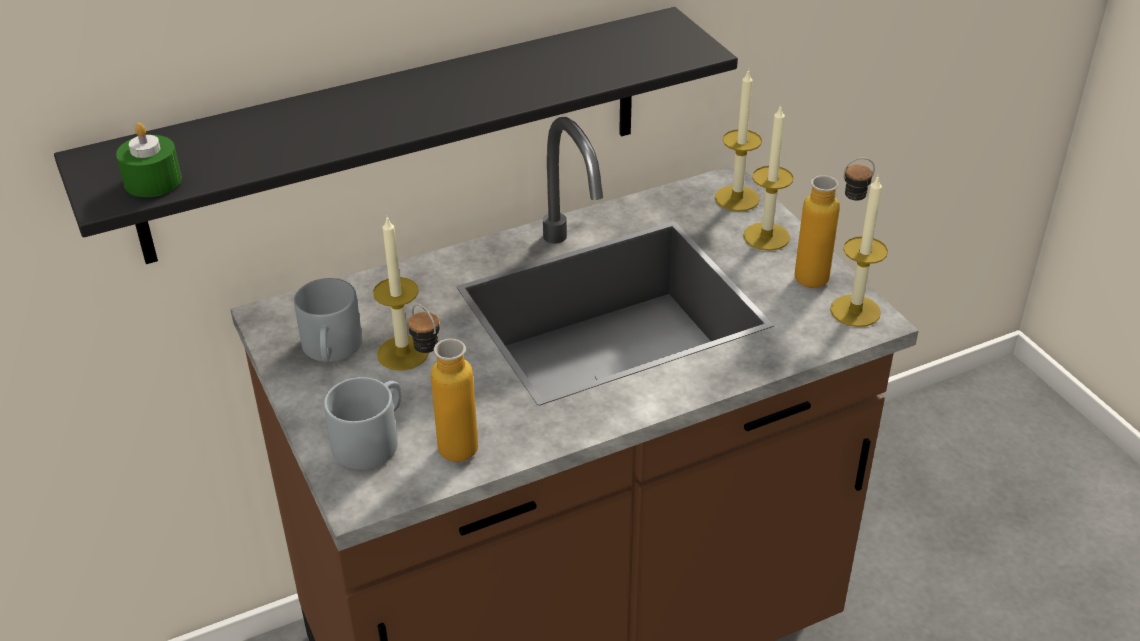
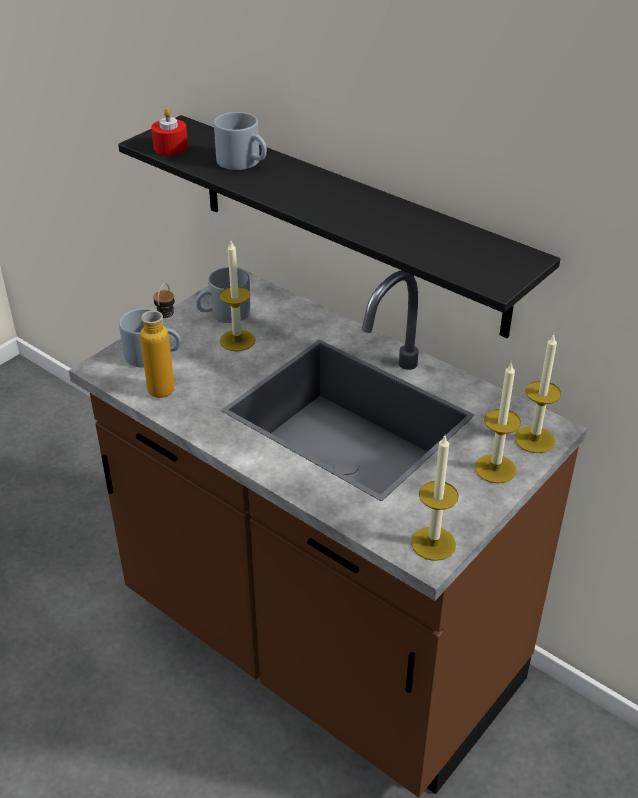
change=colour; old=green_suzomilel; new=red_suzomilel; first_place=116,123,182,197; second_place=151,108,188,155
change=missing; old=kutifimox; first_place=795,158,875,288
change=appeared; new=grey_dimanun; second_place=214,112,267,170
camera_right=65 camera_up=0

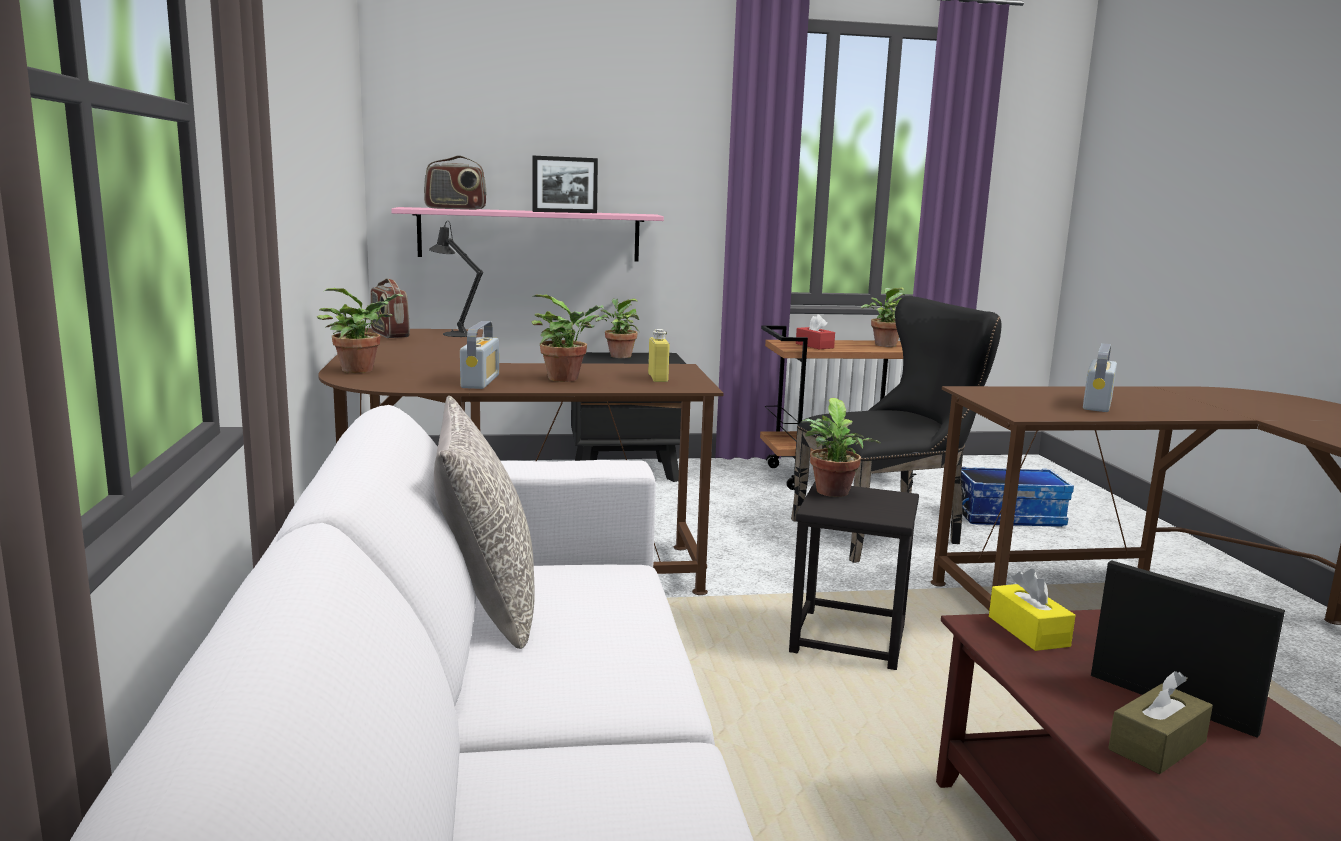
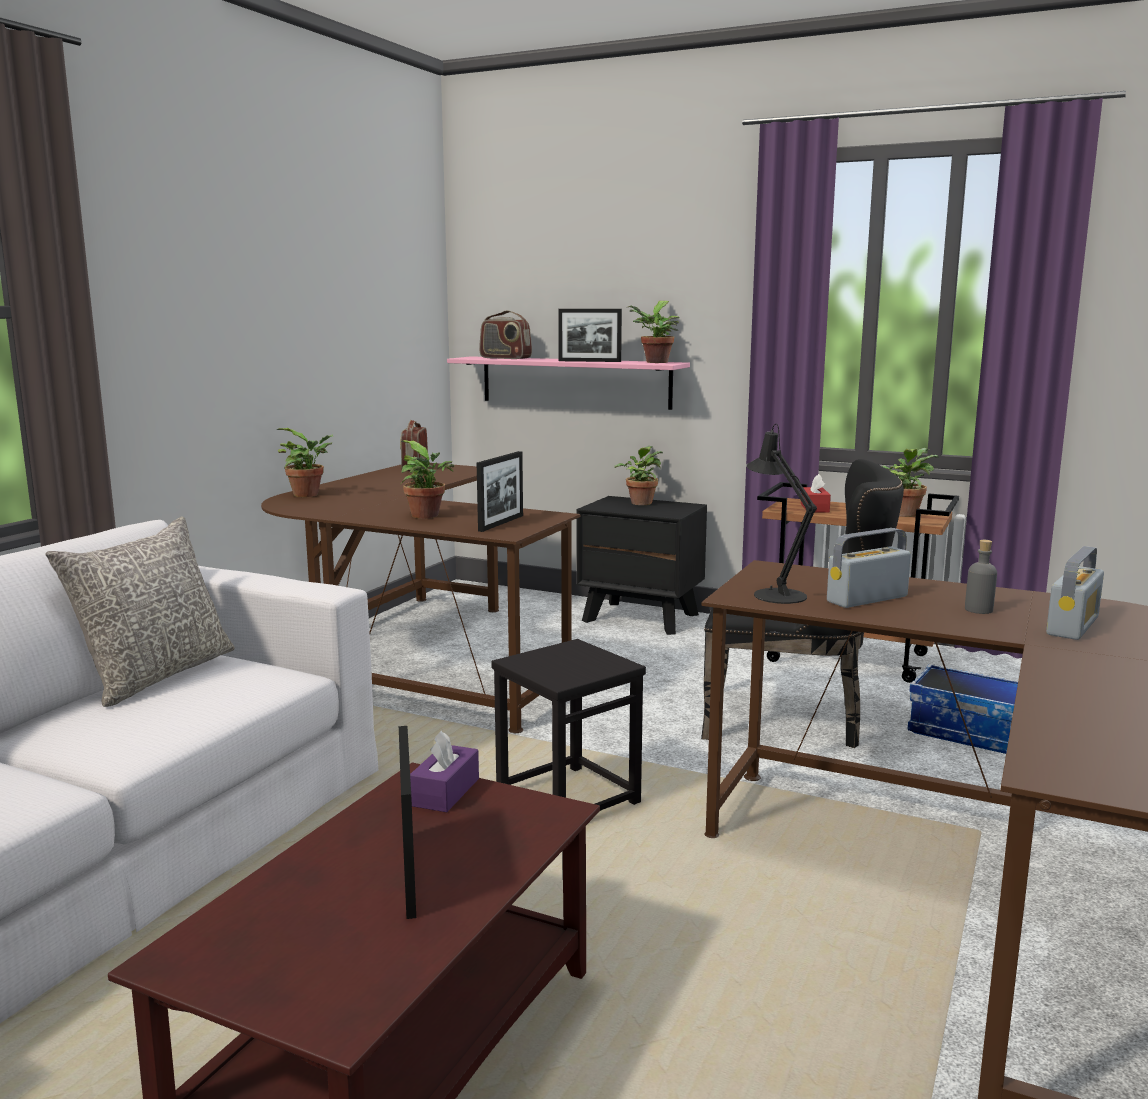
change=relocated; old=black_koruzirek; first_place=429,221,483,337; second_place=746,424,817,604
change=relocated; old=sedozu; first_place=460,321,499,389; second_place=1046,546,1104,640
change=exchanged; old=yellow_kutifimox; new=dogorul; first_place=648,329,669,382; second_place=477,451,523,532
change=relocated; old=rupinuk; first_place=801,398,881,497; second_place=628,301,680,363
change=colour; old=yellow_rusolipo; new=purple_rusolipo; first_place=989,569,1076,651; second_place=410,731,479,812
change=missing; old=brown_rusolipo; first_place=1108,671,1213,774
change=appeared; new=grey_kutifimox; second_place=965,540,997,614
camera_right=35 camera_up=0

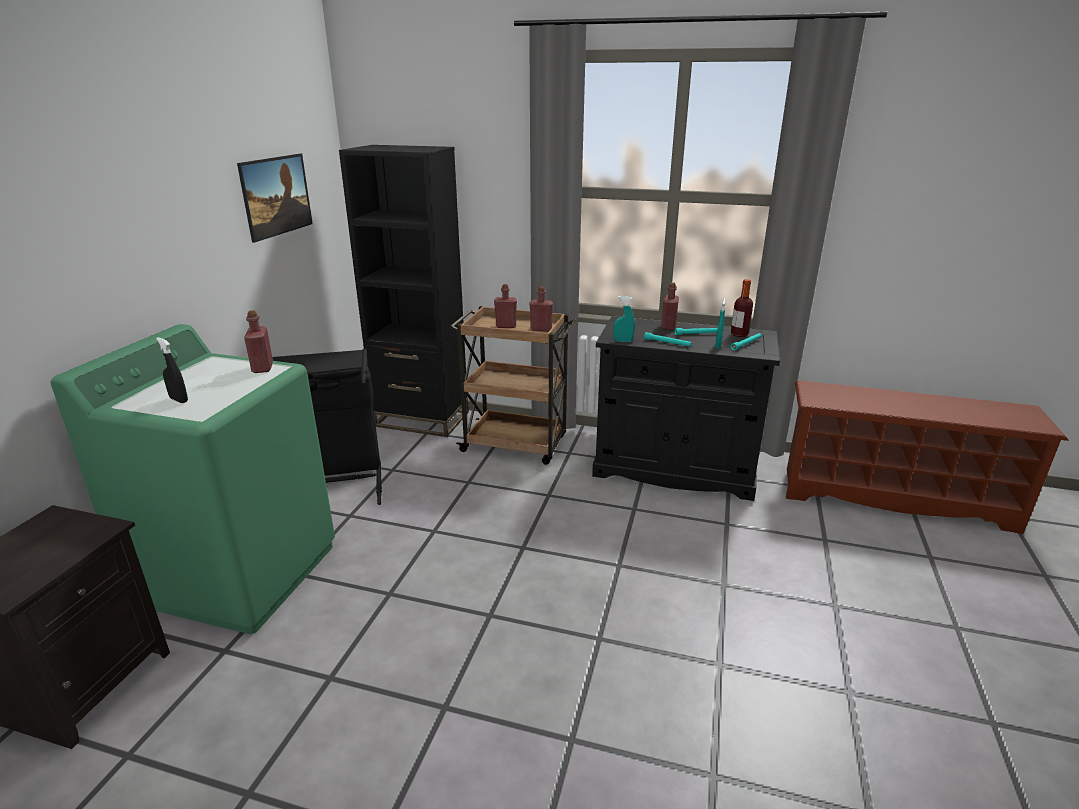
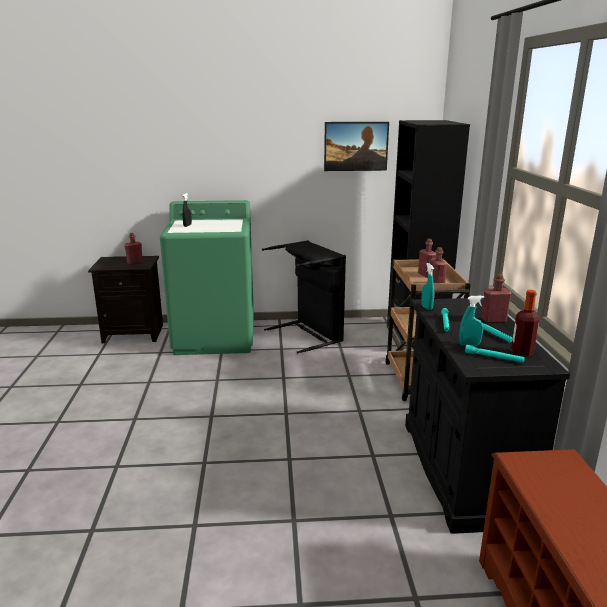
change=relocated; old=red_kutifimox; first_place=244,310,273,373; second_place=124,233,143,265
camera_right=70 camera_up=-5

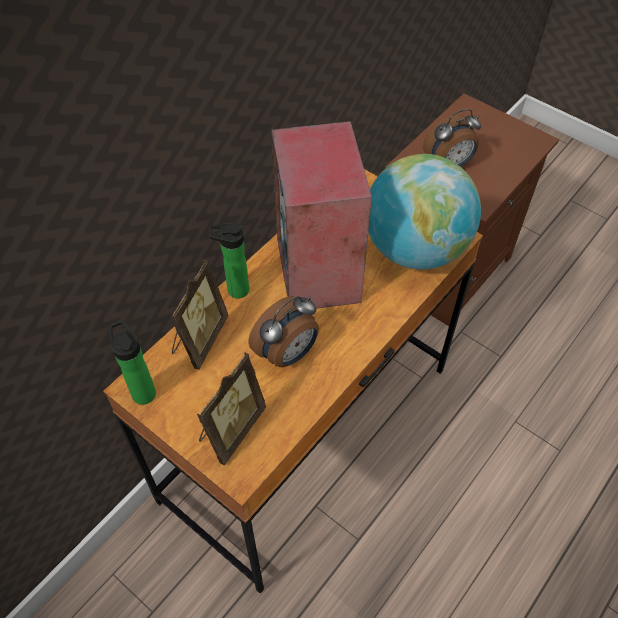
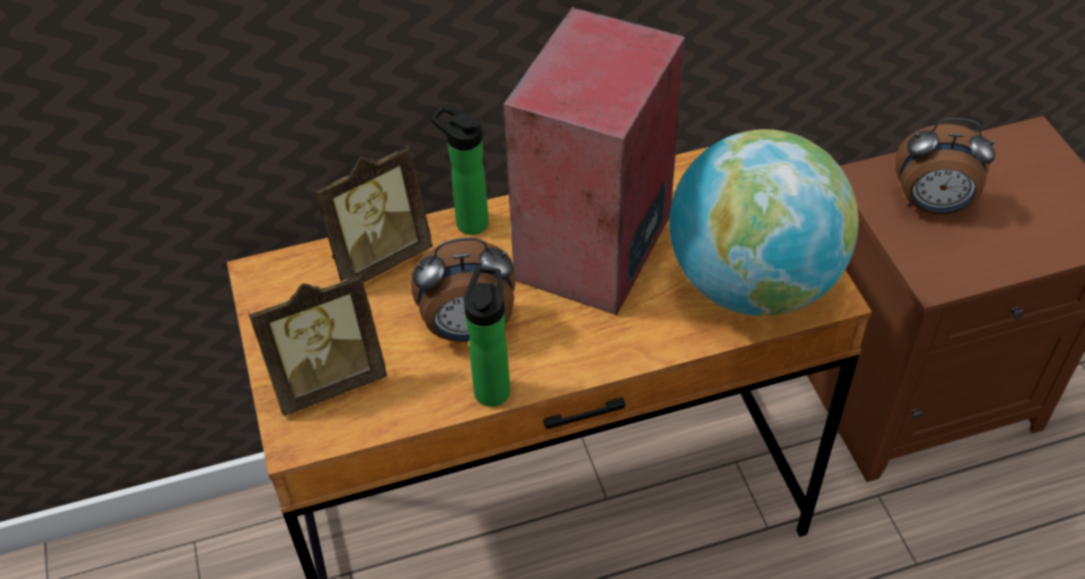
change=relocated; old=kutifimox; first_place=108,320,156,405; second_place=464,267,510,407
camera_right=35 camera_up=-5

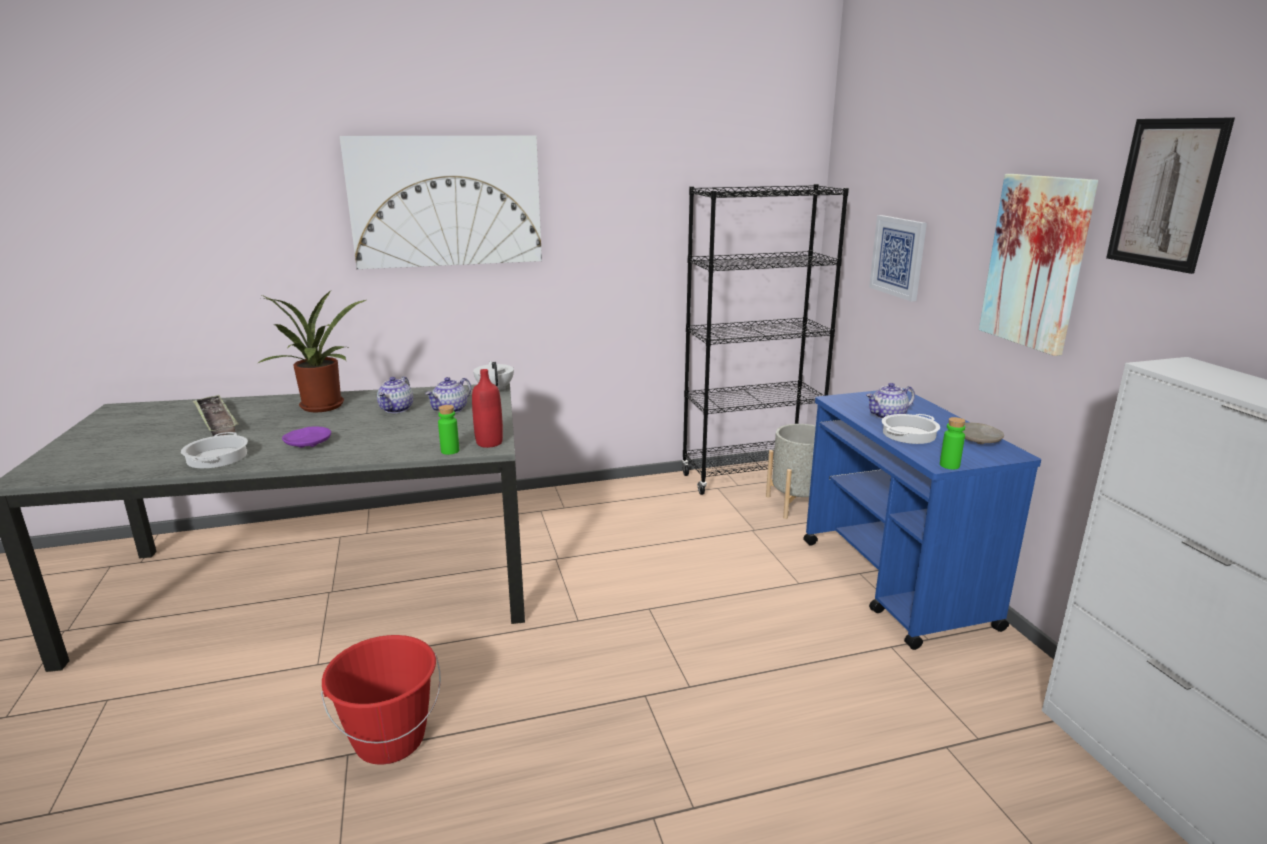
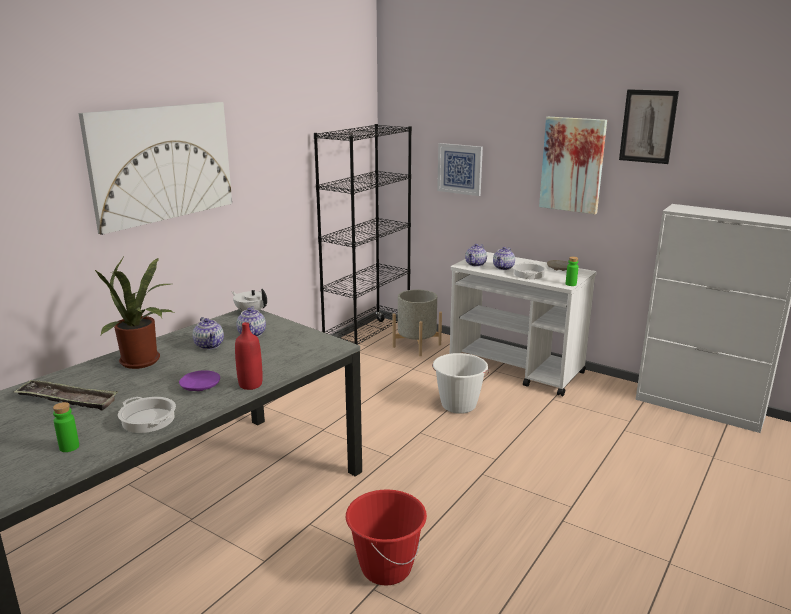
change=relocated; old=green_kutifimox; first_place=438,405,459,455; second_place=53,402,79,452
change=relocated; old=red_kutifimox; first_place=472,369,503,448; second_place=235,322,263,390
change=colour; old=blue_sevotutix; new=white_sevotutix; first_place=803,388,1041,650; second_place=450,252,597,397
change=appeared; new=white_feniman; second_place=432,353,489,414
change=appeared; new=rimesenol; second_place=465,244,487,266
camera_right=-40 camera_up=0

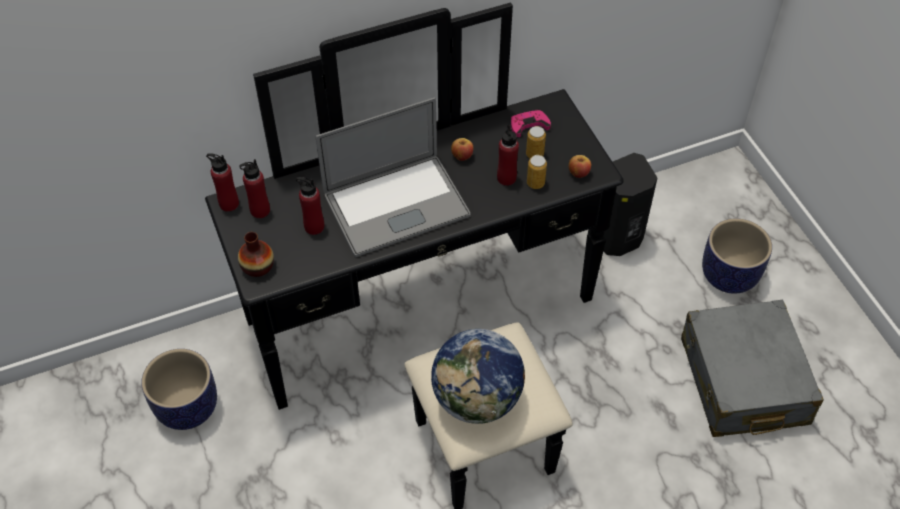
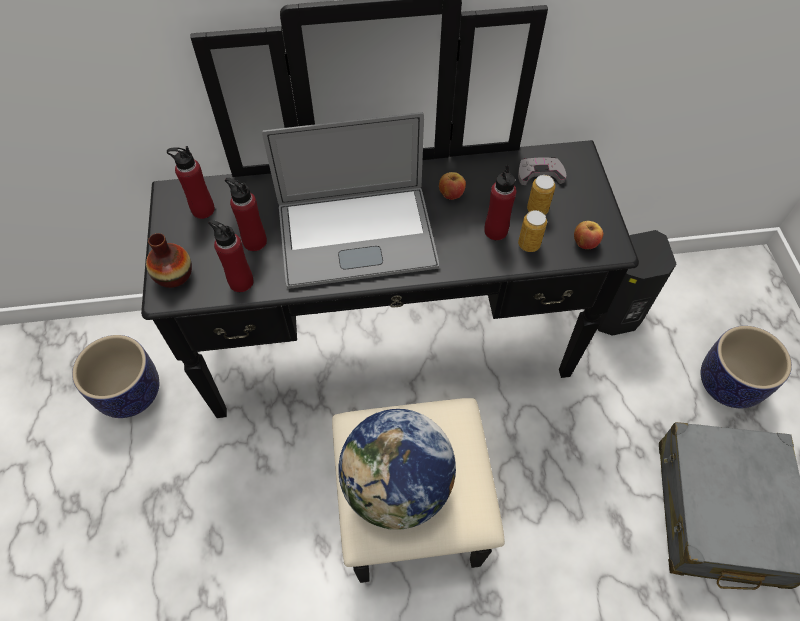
change=relocated; old=red_kutifimox; first_place=206,153,239,212; second_place=208,220,254,292
change=colour; old=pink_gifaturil; new=grey_gifaturil; first_place=511,109,551,137; second_place=518,157,566,185
camera_right=15 camera_up=5

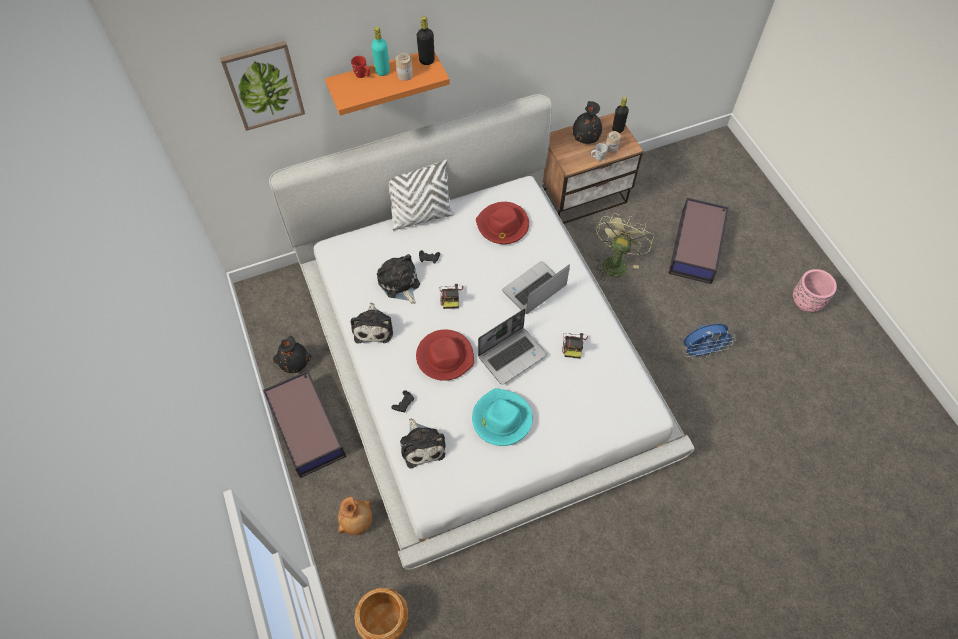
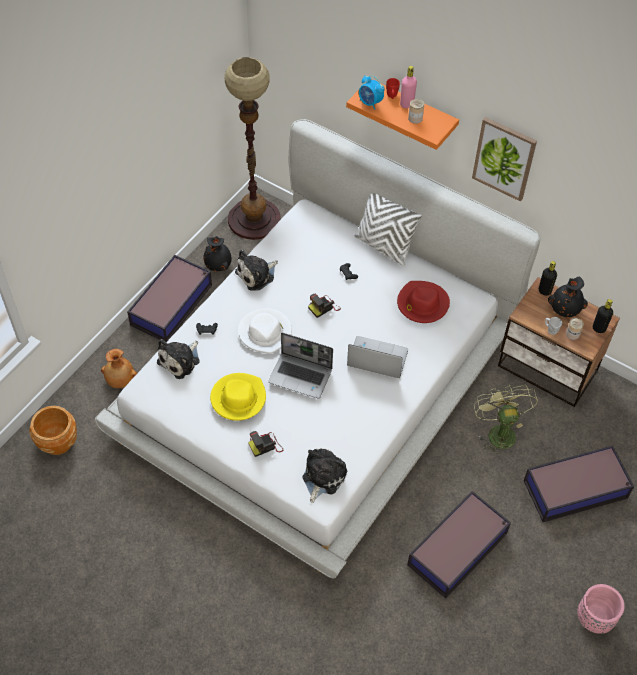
change=relocated; old=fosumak; first_place=220,41,305,131; second_place=472,117,537,202
change=colour; old=turquoise_kutifimox; new=pink_kutifimox; first_place=371,27,390,76; second_place=400,66,417,108
change=relocated; old=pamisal; first_place=377,254,420,304; second_place=302,448,347,503
change=relocated; old=black_kutifimox; first_place=416,16,435,65; second_place=539,261,557,296
change=colour; old=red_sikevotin; new=white_sikevotin; first_place=416,330,474,381; second_place=238,308,292,354
change=colour; old=turquoise_sikevotin; new=yellow_sikevotin; first_place=472,388,533,446; second_place=210,373,266,421
change=relocated; old=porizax; first_place=562,333,588,359; second_place=248,431,283,457
change=spun; old=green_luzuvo; first_place=595,213,654,281; second_place=474,385,538,457; degrees=-90
change=exchanged; old=blue_luzuvo; new=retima; first_place=683,324,736,360; second_place=407,491,511,598
change=appeared; new=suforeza; second_place=224,57,281,240
change=appeared; new=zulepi; second_place=359,75,385,110
camera_right=55 camera_up=-5

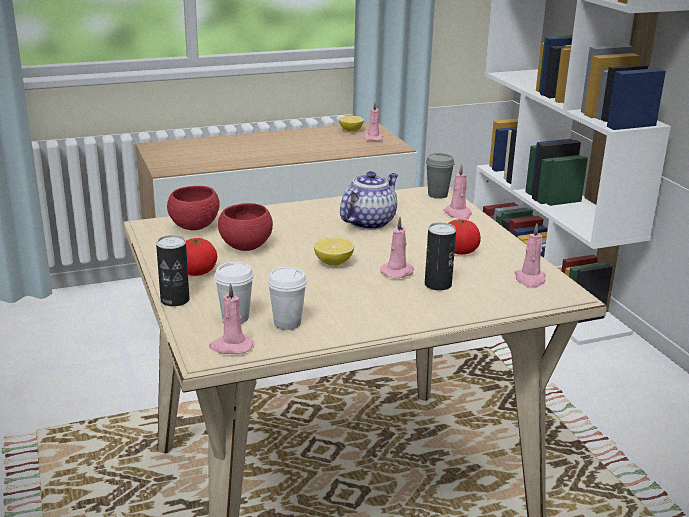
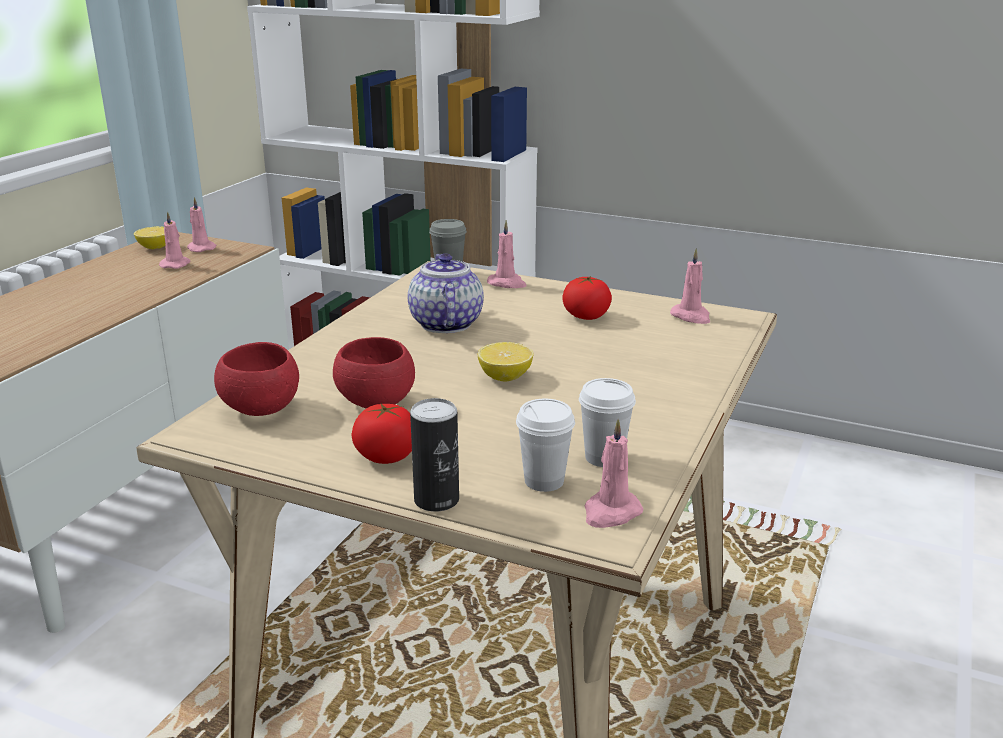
change=relocated; old=pink_suzomilel; first_place=380,217,414,279; second_place=159,211,191,269
change=missing; old=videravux; first_place=425,222,456,291
camera_right=-45 camera_up=0

